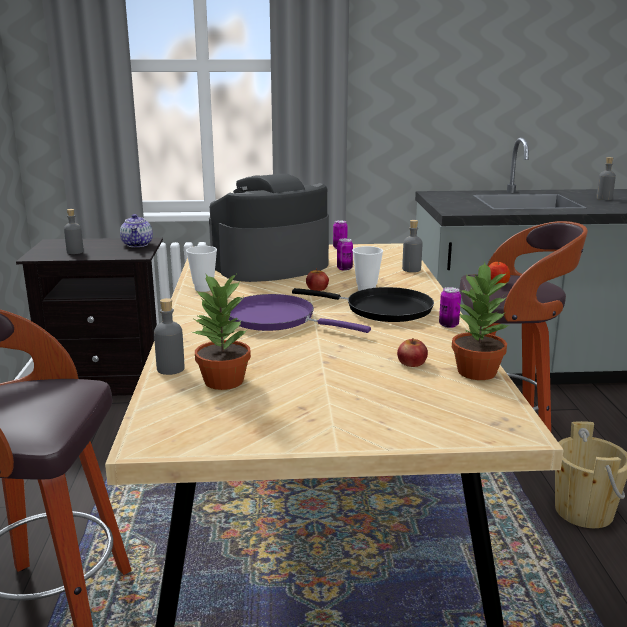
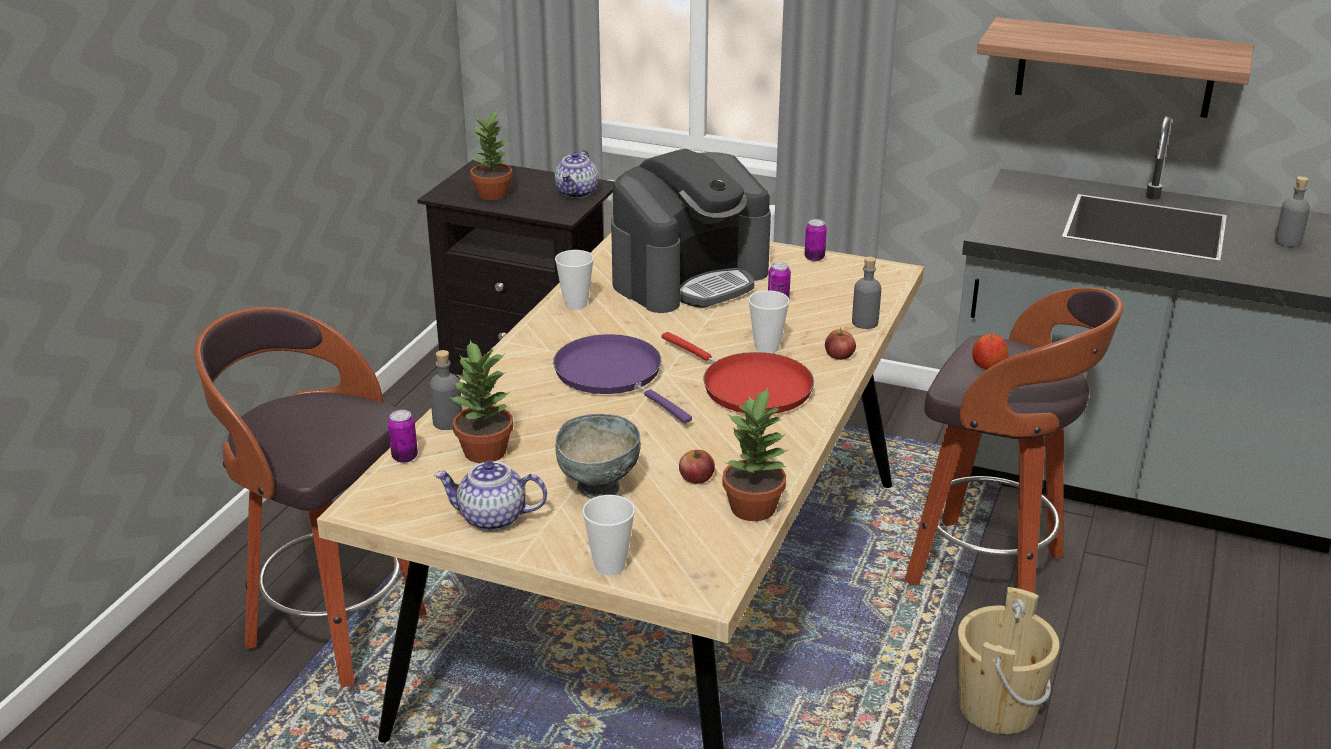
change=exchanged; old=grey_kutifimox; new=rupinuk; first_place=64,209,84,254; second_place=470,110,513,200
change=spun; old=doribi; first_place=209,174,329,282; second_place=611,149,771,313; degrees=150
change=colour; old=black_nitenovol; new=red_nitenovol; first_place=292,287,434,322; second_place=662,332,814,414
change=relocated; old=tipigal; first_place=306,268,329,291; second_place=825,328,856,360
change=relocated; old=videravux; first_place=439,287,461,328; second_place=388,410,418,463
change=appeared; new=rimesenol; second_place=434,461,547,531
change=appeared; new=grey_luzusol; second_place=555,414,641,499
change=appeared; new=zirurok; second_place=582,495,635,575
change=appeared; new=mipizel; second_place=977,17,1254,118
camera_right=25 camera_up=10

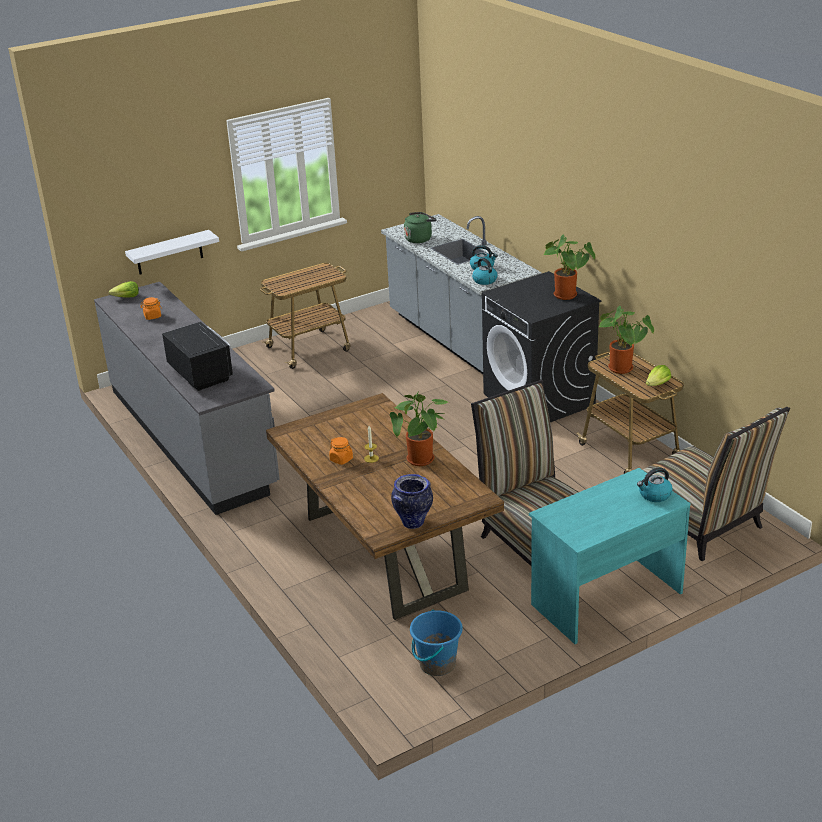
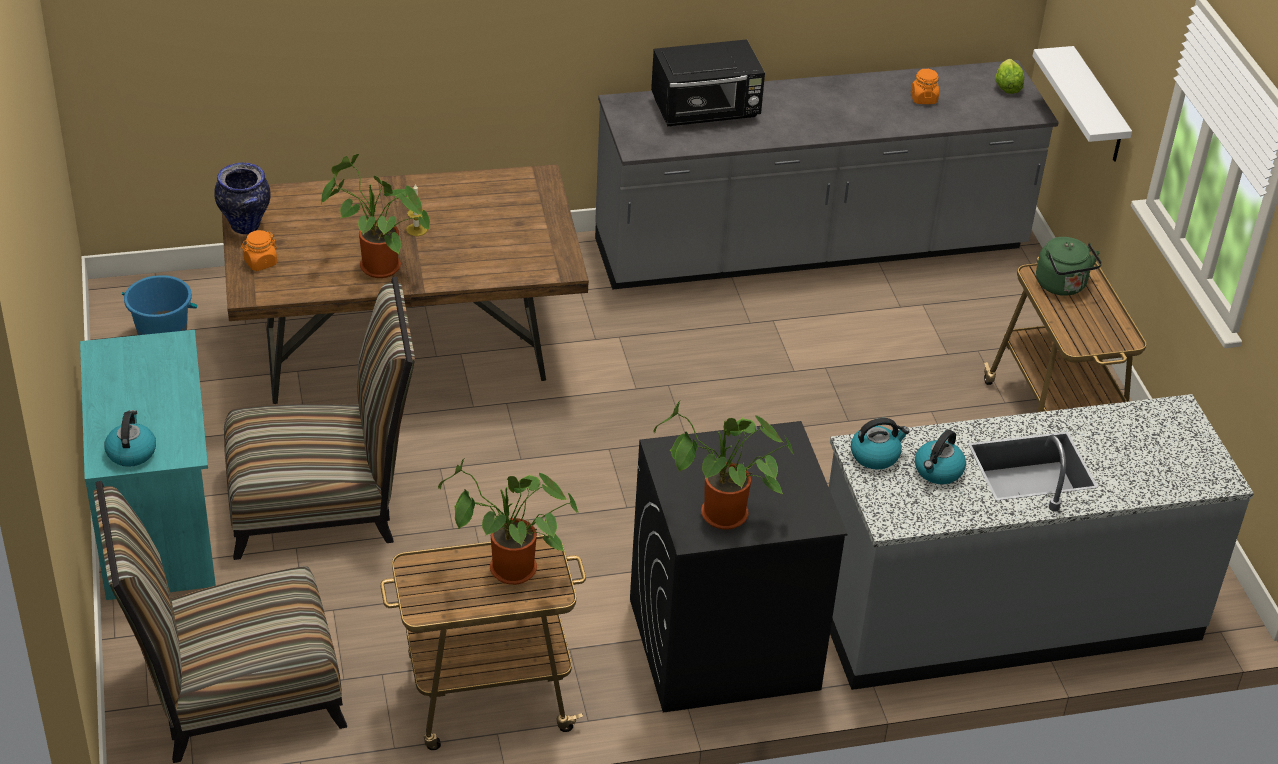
change=relocated; old=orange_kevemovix; first_place=329,437,353,465; second_place=241,230,277,271
change=relocated; old=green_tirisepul; first_place=404,212,437,243; second_place=1036,237,1102,296
change=missing; old=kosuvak; first_place=646,365,671,386
camera_right=105 camera_up=10

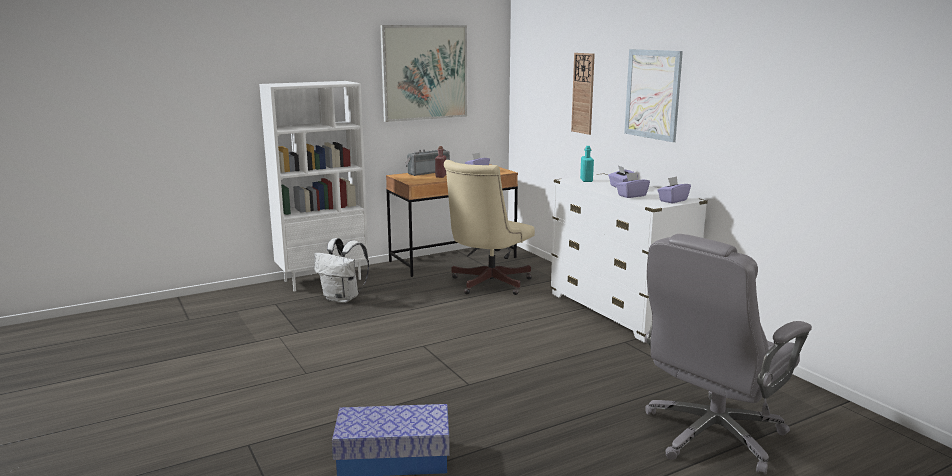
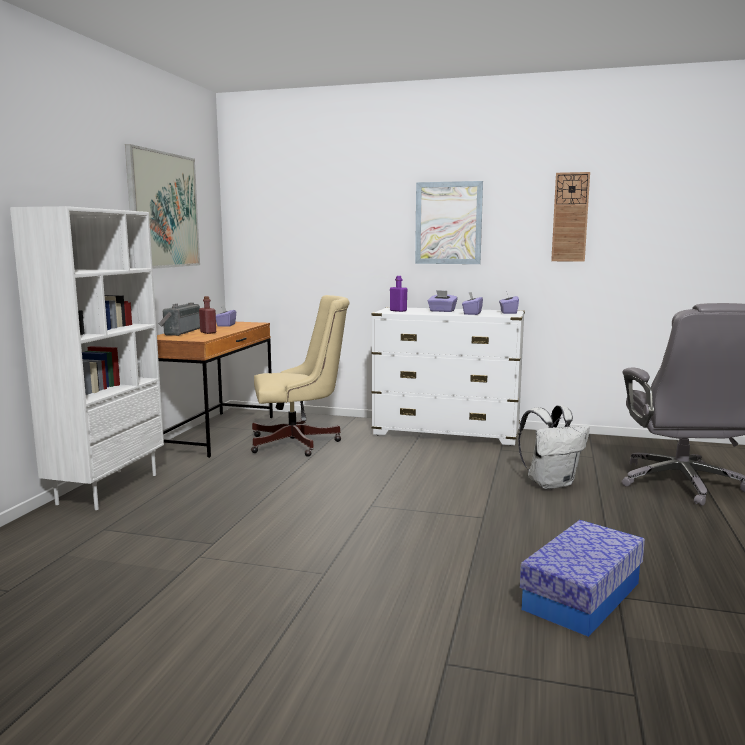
change=relocated; old=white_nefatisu; first_place=314,238,369,303; second_place=518,405,590,490
change=spun; old=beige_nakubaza; first_place=444,160,535,295; second_place=251,295,349,457; degrees=-90
change=relocated; old=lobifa; first_place=571,53,595,135; second_place=551,172,590,262
change=colour; old=turquoise_kutifimox; new=purple_kutifimox; first_place=580,146,594,182; second_place=390,276,408,312
camera_right=-45 camera_up=-5

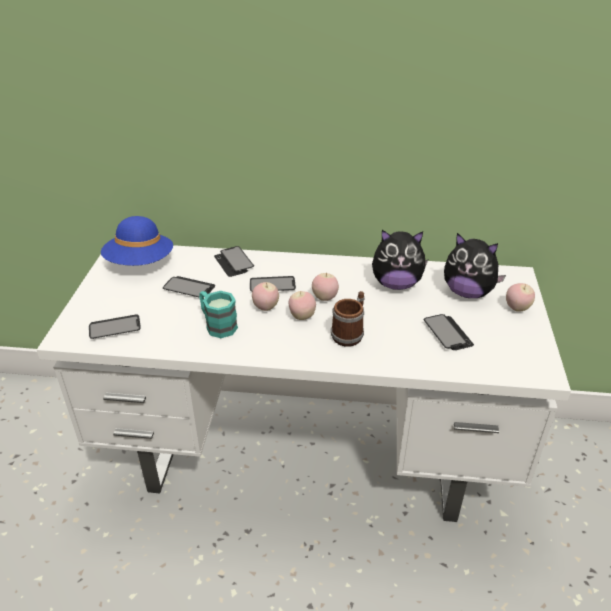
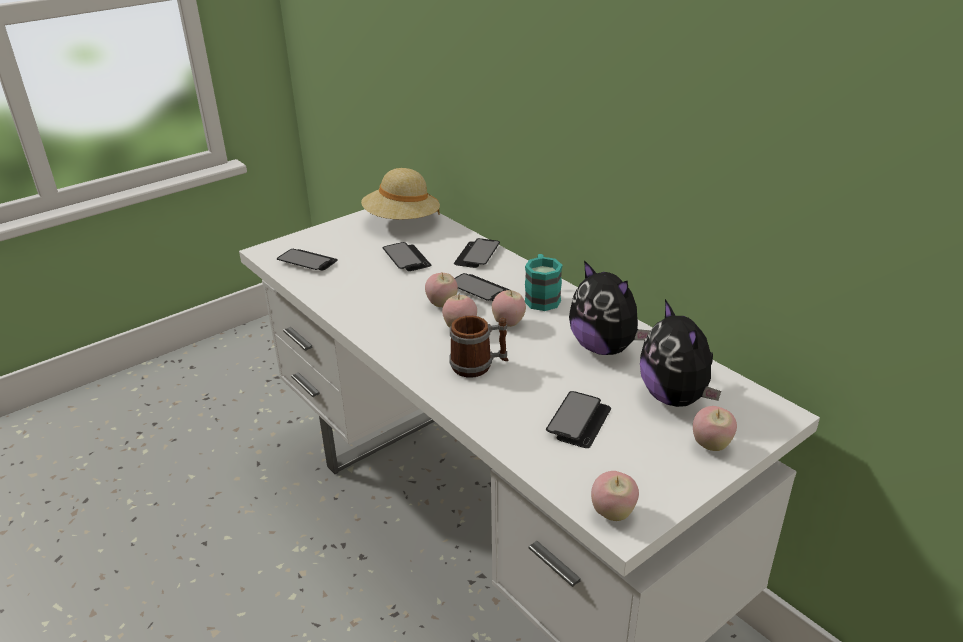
change=colour; old=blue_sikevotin; new=beige_sikevotin; first_place=101,216,173,266; second_place=361,168,440,220
change=relocated; old=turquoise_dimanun; first_place=199,291,238,338; second_place=525,254,563,311
change=appeared; new=tipigal; second_place=591,471,639,521
camera_right=45 camera_up=-5

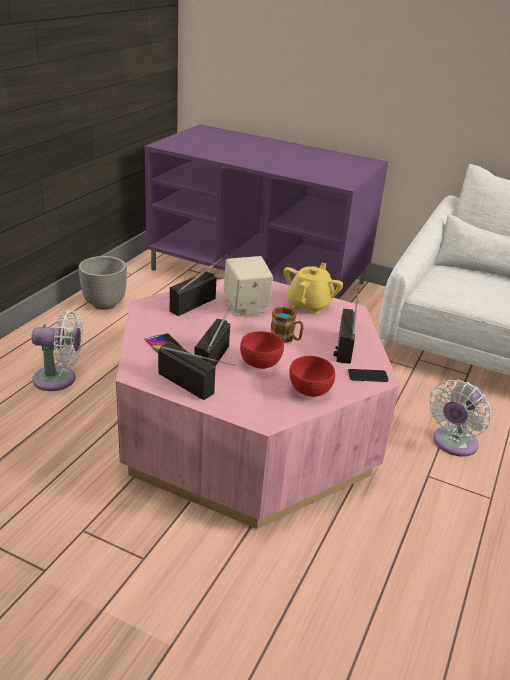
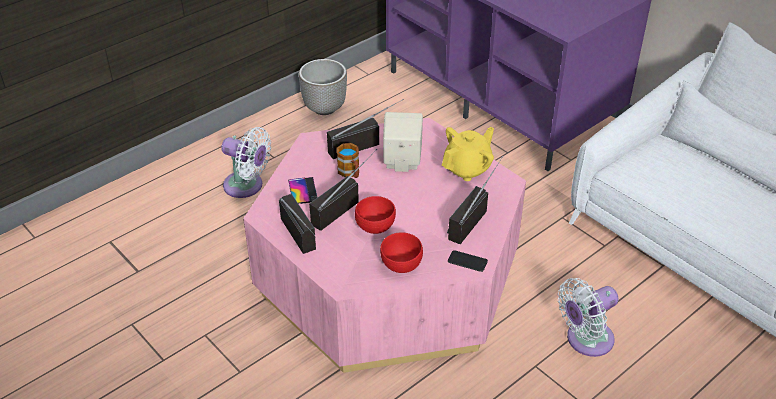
change=relocated; old=dimanun; first_place=271,307,304,343; second_place=337,143,359,178
camera_right=25 camera_up=10

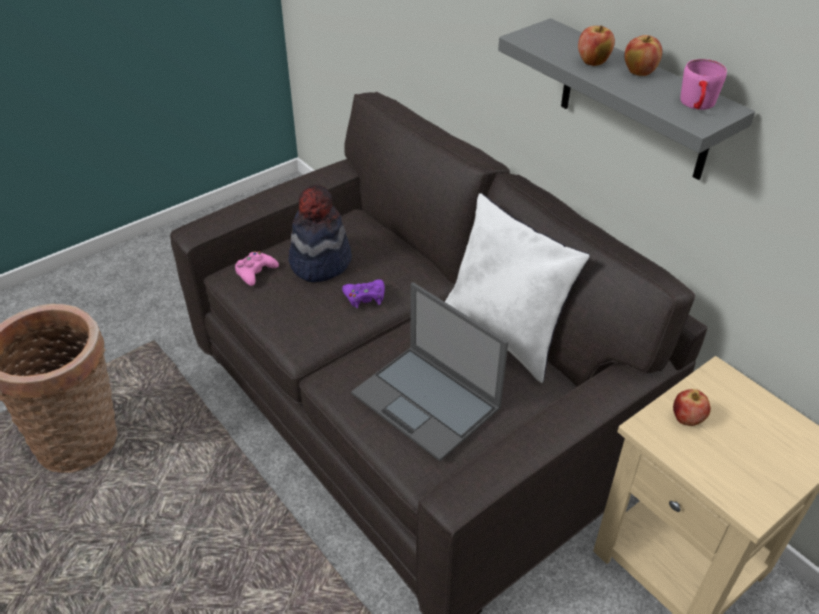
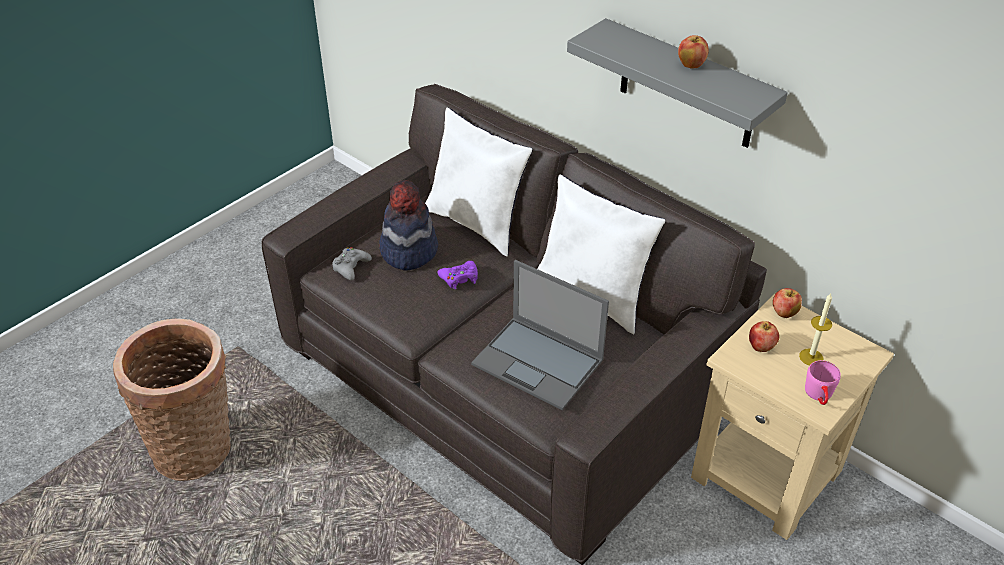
change=colour; old=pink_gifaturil; new=grey_gifaturil; first_place=235,251,279,286; second_place=332,247,372,280
change=relocated; old=tipigal; first_place=578,25,615,66; second_place=773,288,802,318
change=relocated; old=pink_dimanun; first_place=680,59,727,110; second_place=805,360,841,405
change=appeared; new=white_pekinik; second_place=425,107,533,257
change=appeared; new=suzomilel; second_place=799,293,832,365
camera_right=-10 camera_up=0

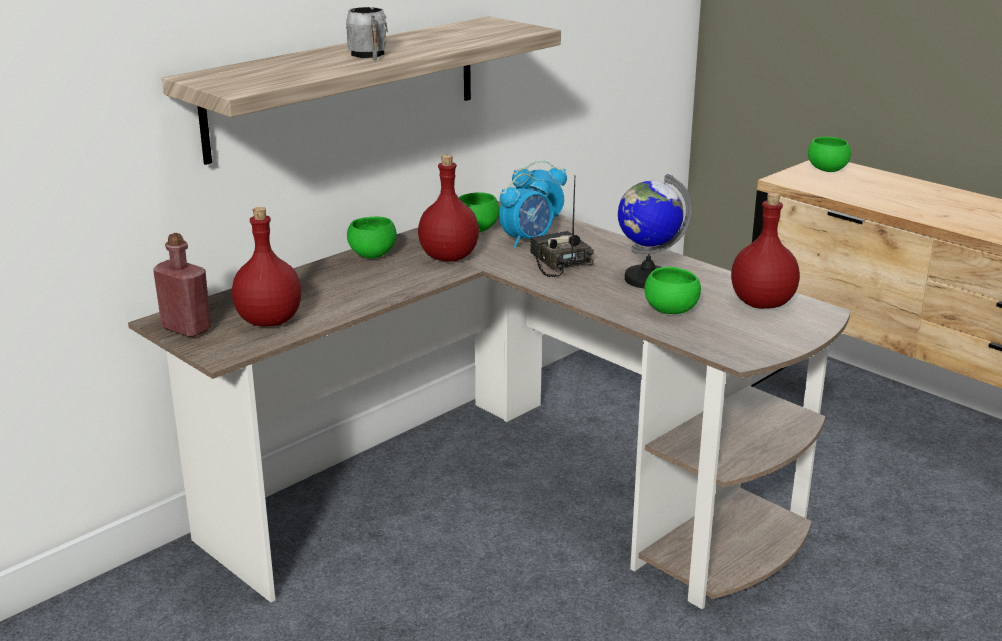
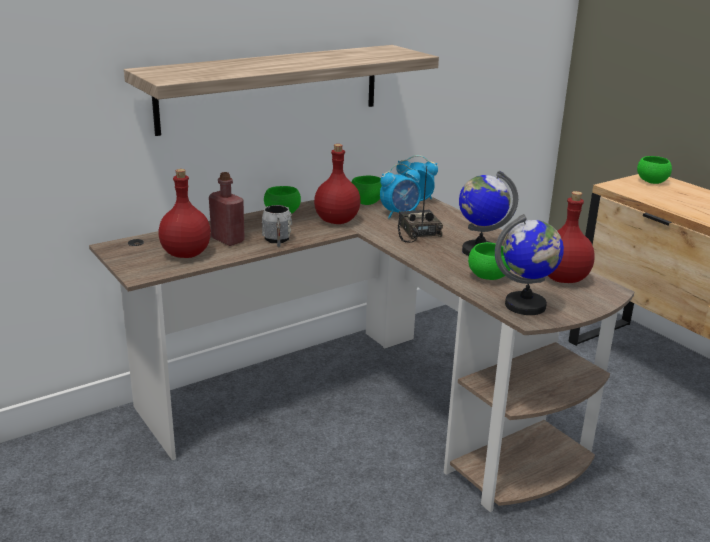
change=relocated; old=red_kutifimox; first_place=153,233,211,338; second_place=209,172,245,246
change=relocated; old=grey_dimanun; first_place=346,7,388,61; second_place=262,205,292,247
change=appeared; new=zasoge; second_place=495,214,564,315
camera_right=10 camera_up=0

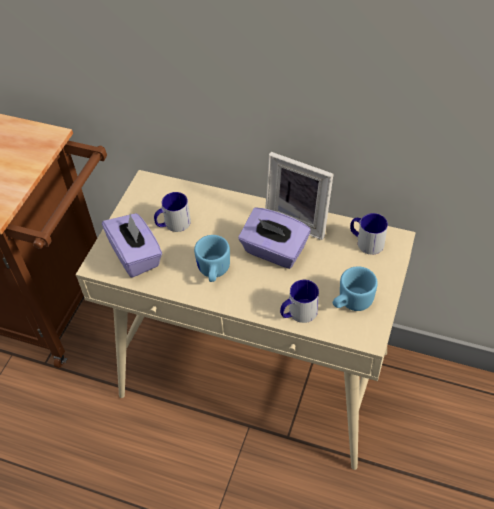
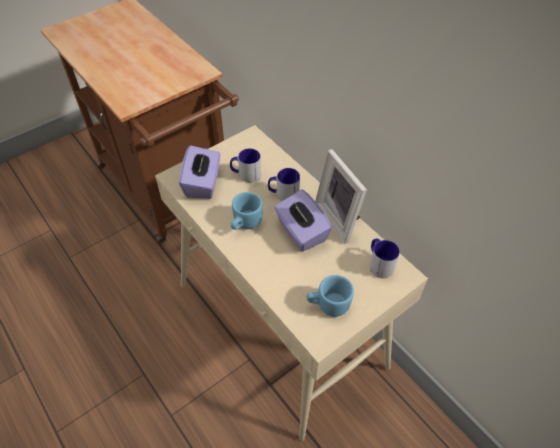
change=relocated; old=dimanun; first_place=280,280,319,323; second_place=268,168,300,201
camera_right=30 camera_up=0

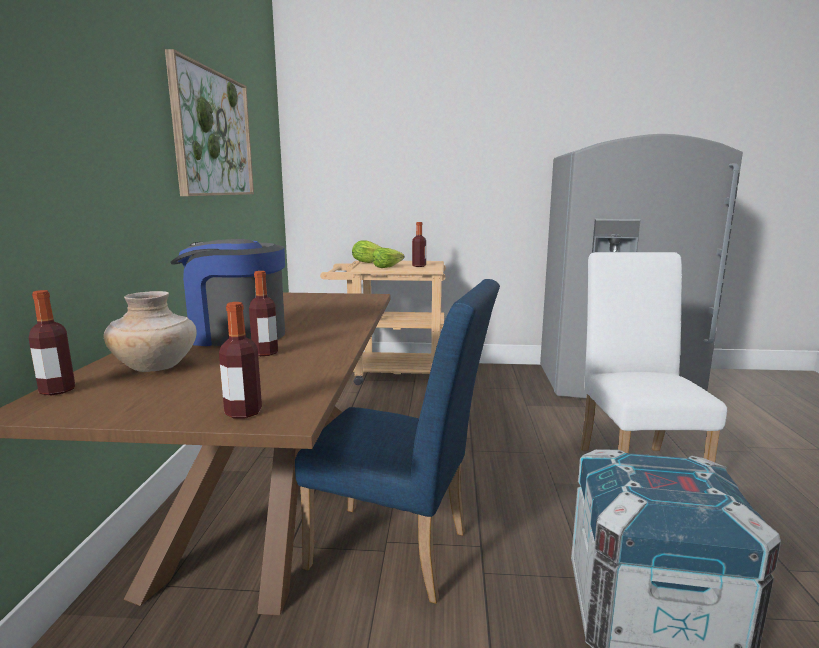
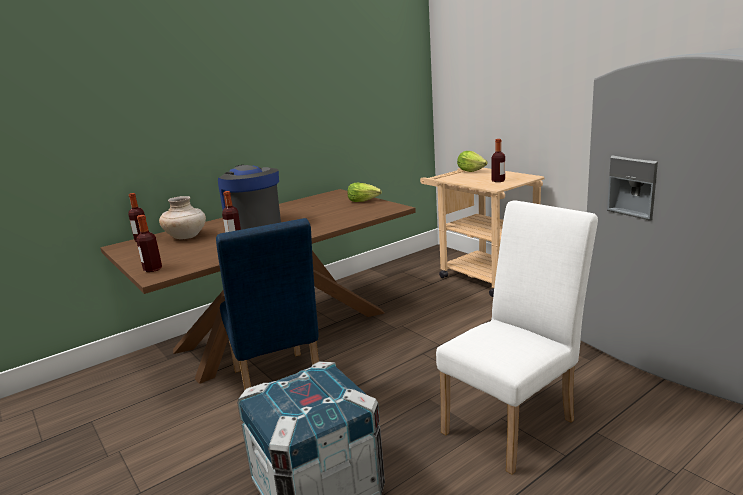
change=missing; old=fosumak; first_place=165,49,254,196
change=relocated; old=kosuvak; first_place=372,248,405,268; second_place=347,183,382,202
camera_right=50 camera_up=5

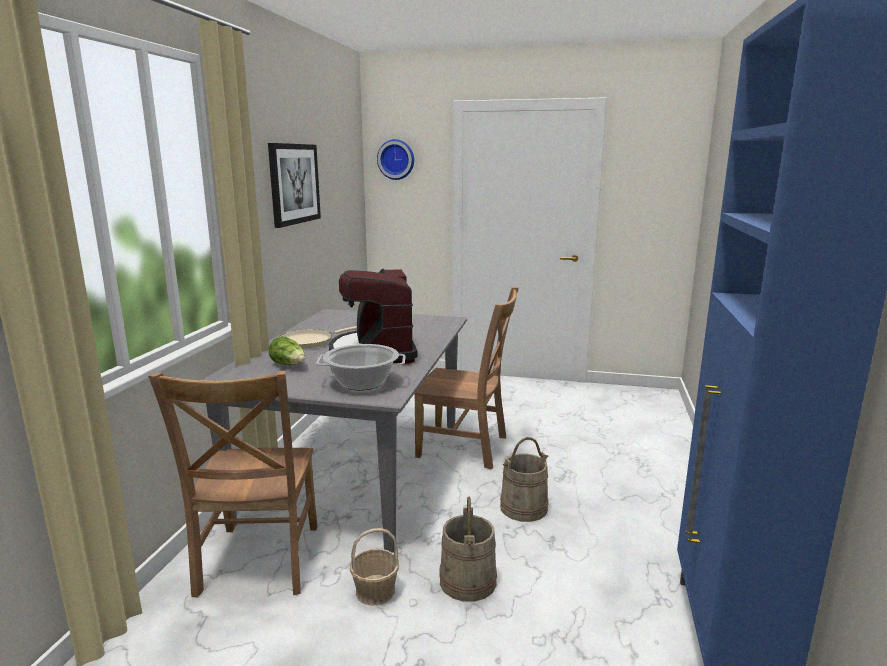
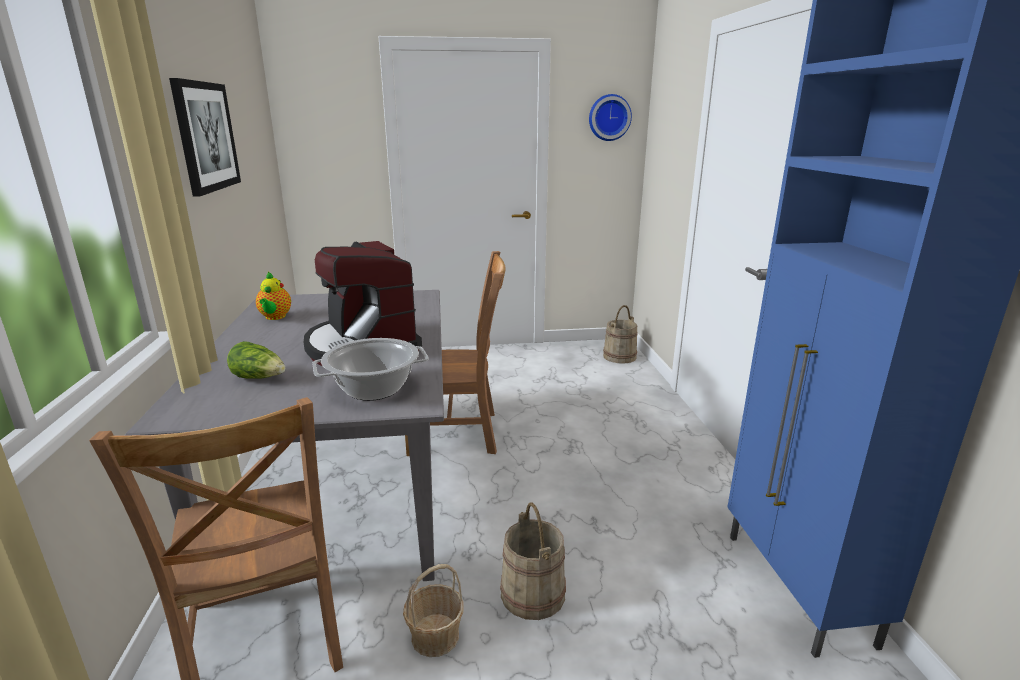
change=missing; old=beige_nitenovol; first_place=280,326,357,349
change=relocated; old=lobifa; first_place=377,139,414,180; second_place=589,94,632,141
change=relocated; old=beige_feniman; first_place=500,437,549,522; second_place=603,305,638,363
change=appeared; new=rimesenol; second_place=256,272,291,320
camera_right=-20 camera_up=5

